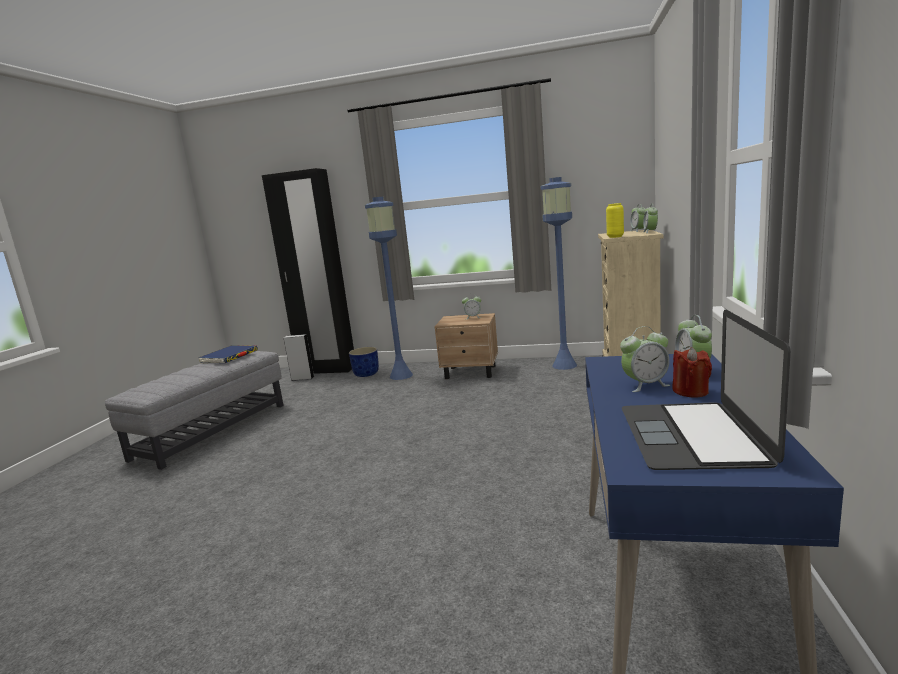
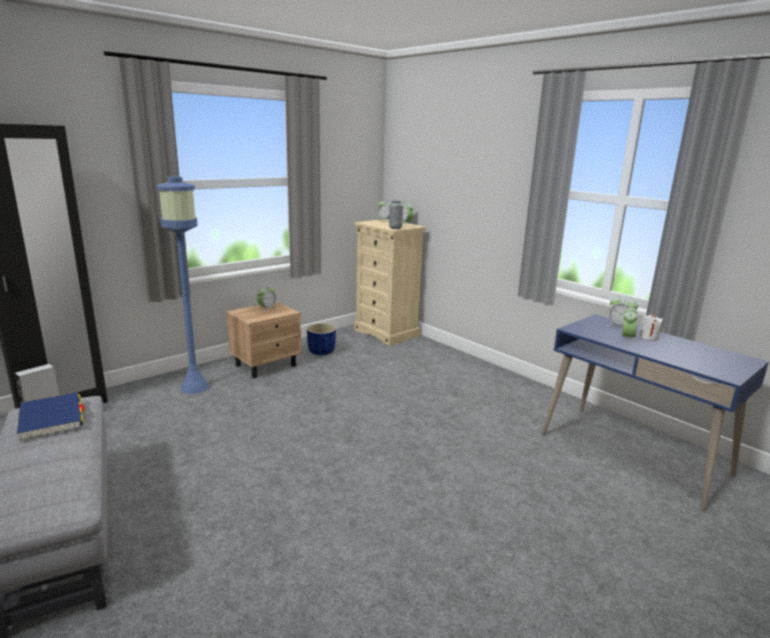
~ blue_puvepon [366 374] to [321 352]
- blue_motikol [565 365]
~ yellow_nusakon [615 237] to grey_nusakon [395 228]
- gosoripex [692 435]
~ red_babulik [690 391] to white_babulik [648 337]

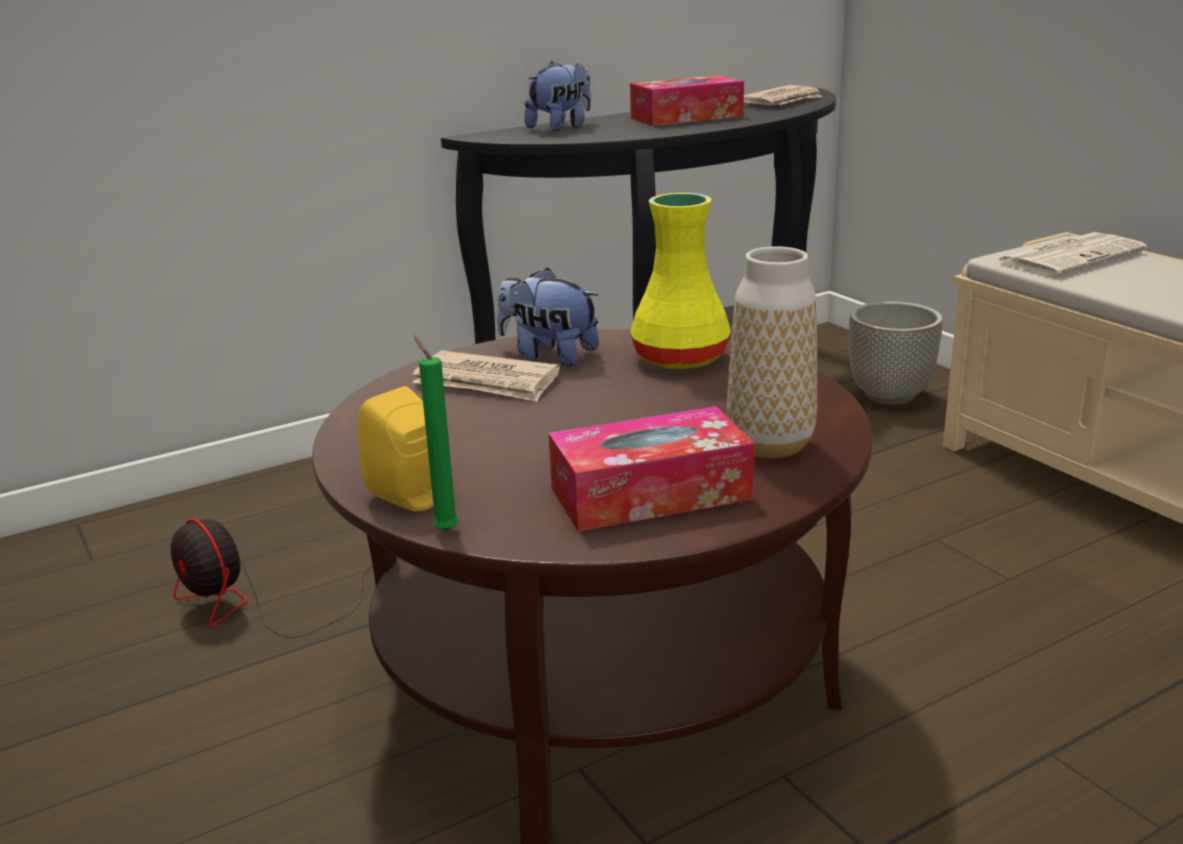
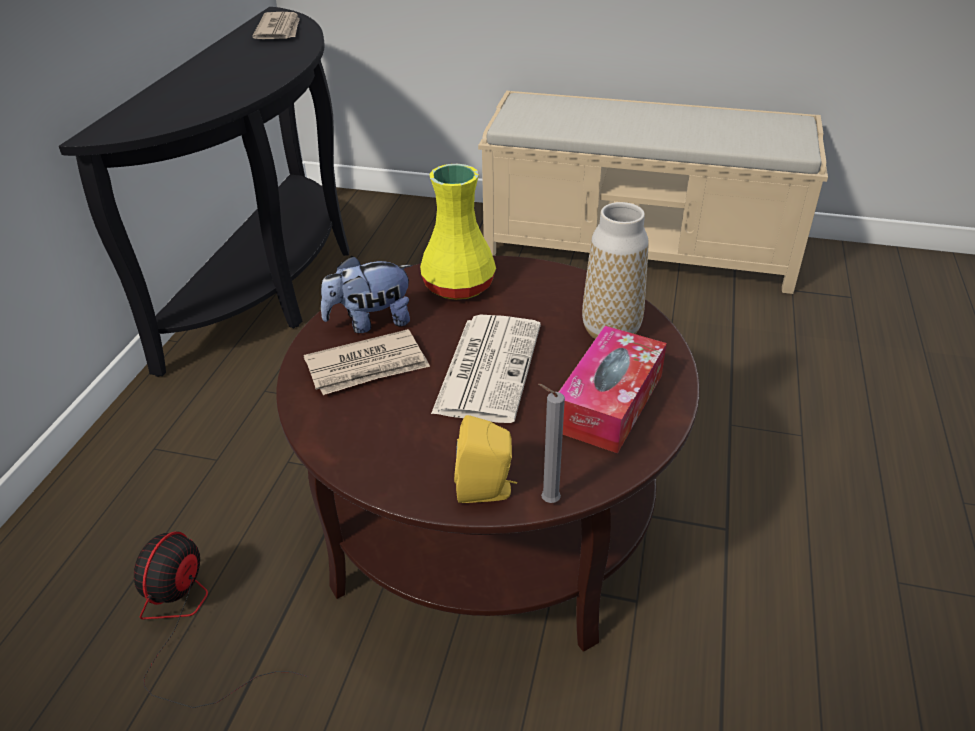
~ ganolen [257 605] = [189 626] 105 degrees clockwise
~ green_babulik [444 530] to grey_babulik [547 501]
- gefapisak [561 127]
- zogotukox [686 117]
- puvepon [890 396]
~ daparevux [1070 256] to [488 367]

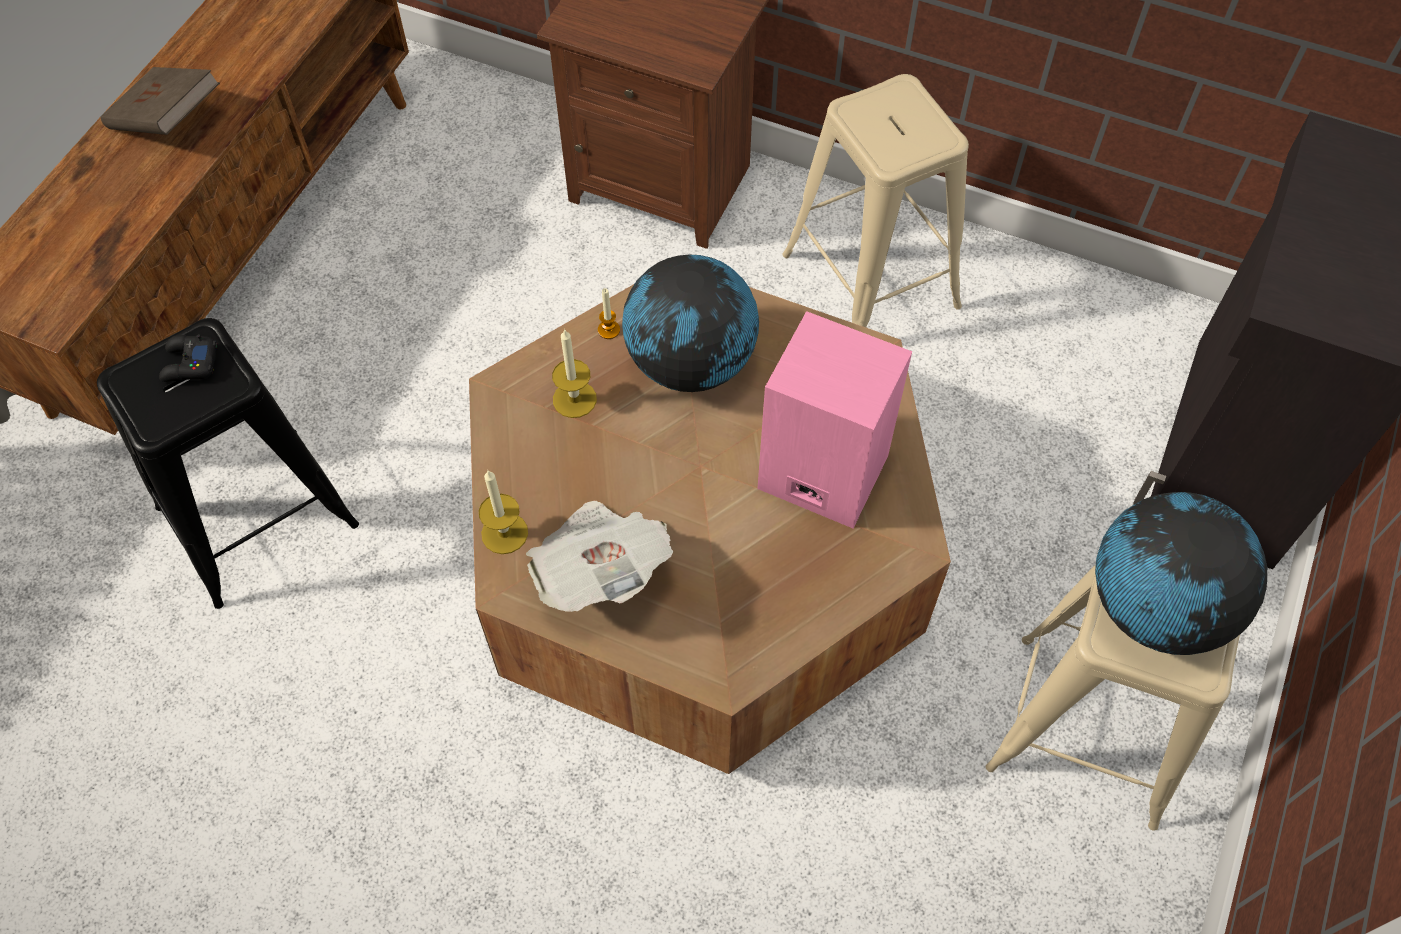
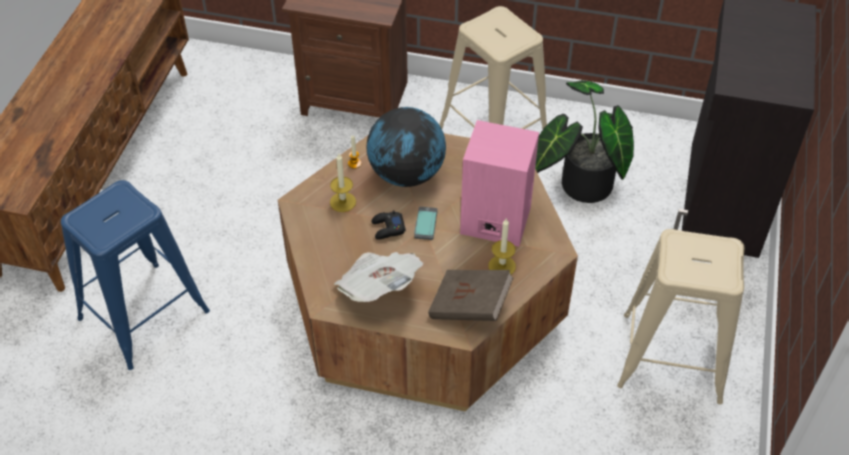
~ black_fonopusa [257 516] to blue_fonopusa [143 315]
~ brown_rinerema [168 121] to [470 307]
~ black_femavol [189 364] to [388 228]
~ babulik [504 533] to [502 266]
- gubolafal [1155 606]
+ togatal [425 224]
+ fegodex [580 184]

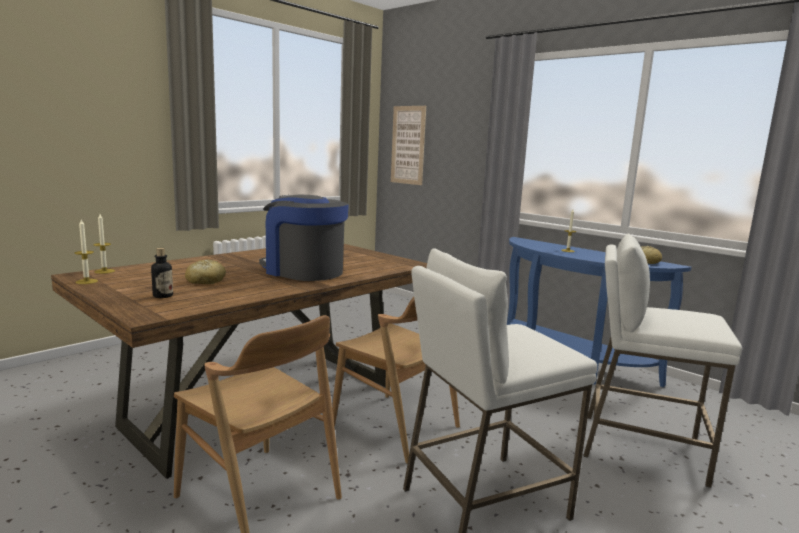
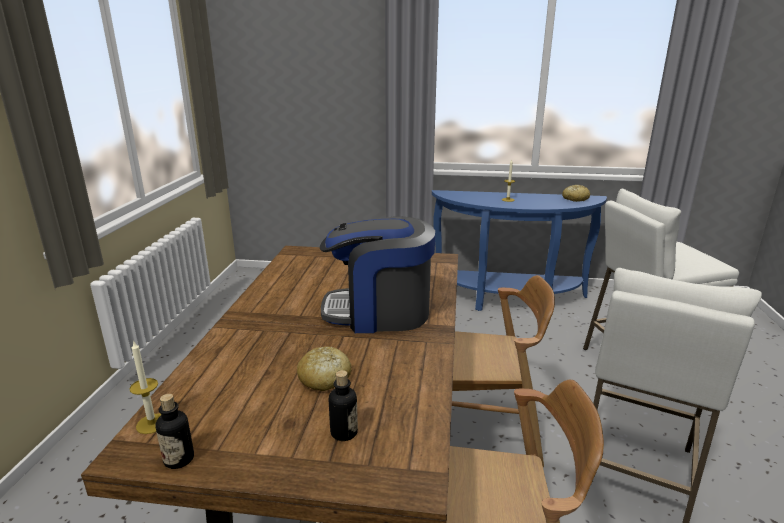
~ babulik [86 281] to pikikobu [179 459]
- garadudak [408 145]

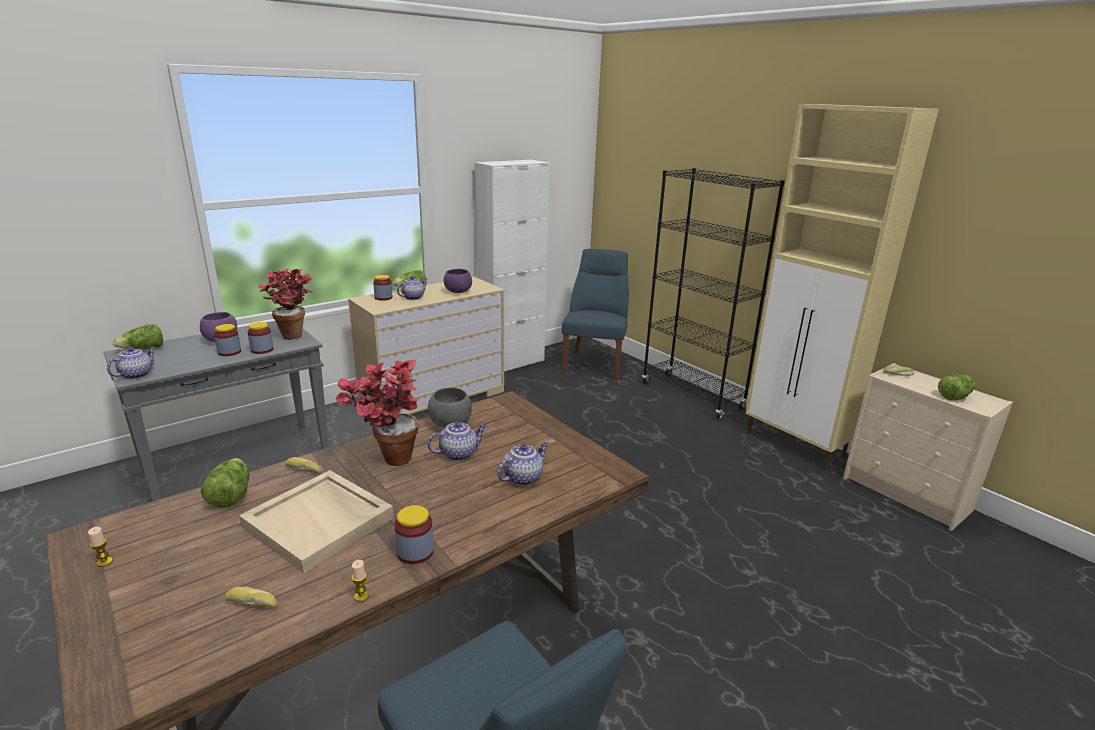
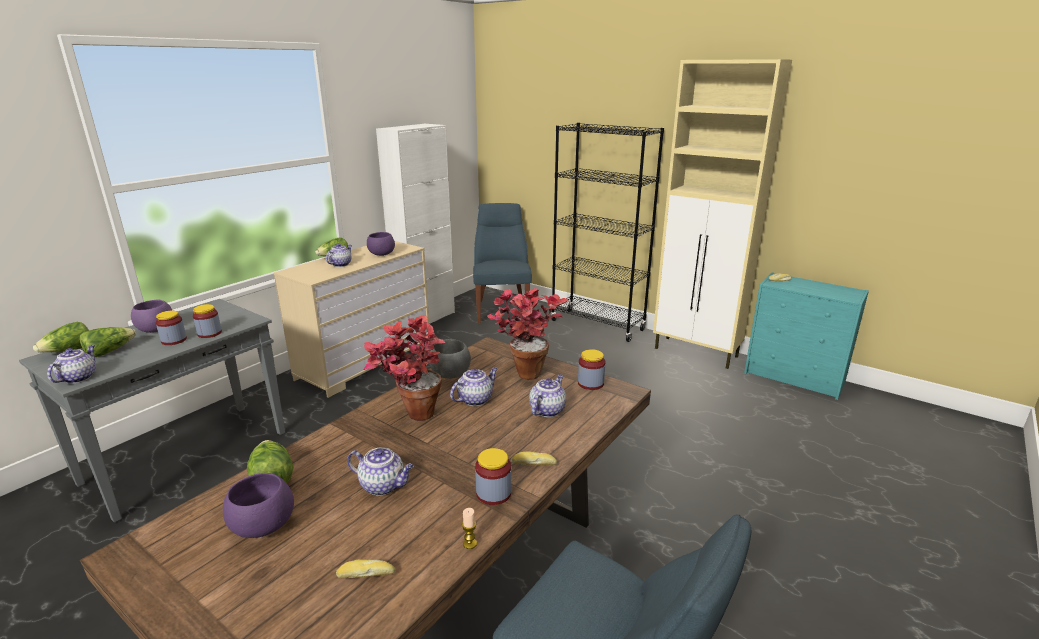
- babulik [104 562]
~ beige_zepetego [320 522] to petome [383 485]
~ fegodex [293 334] to [524 370]
~ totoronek [304 469] to [534 463]
~ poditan [383 298] to [590 383]
~ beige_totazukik [907 495] to turquoise_totazukik [795 378]
~ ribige [954 396] to [110 351]
+ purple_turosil [263 526]

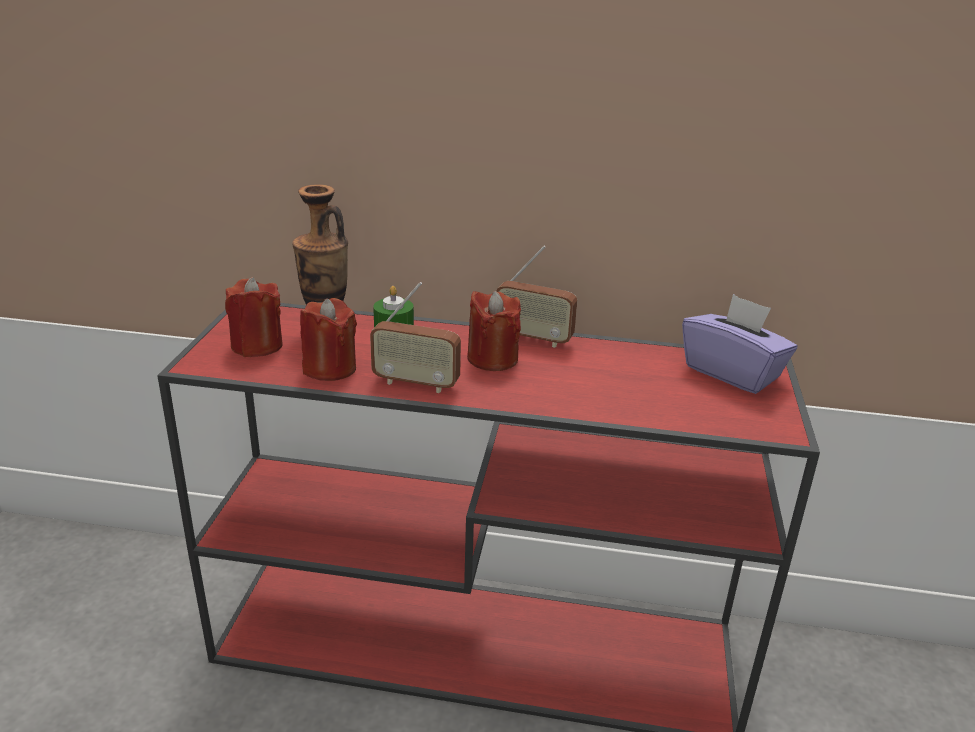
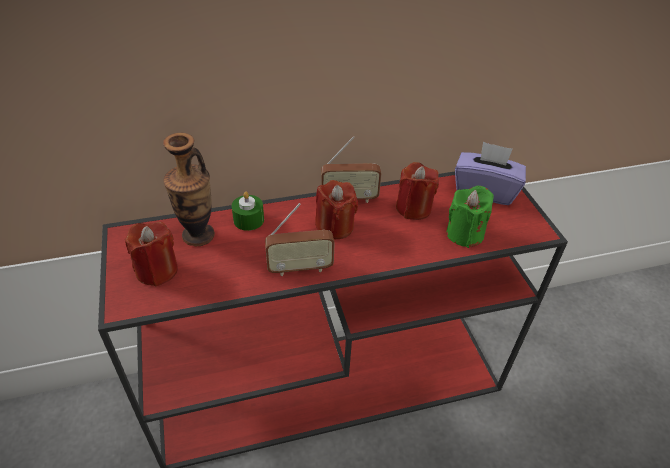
~ red_babulik [330 368] to [413 208]
+ green_babulik [464 234]

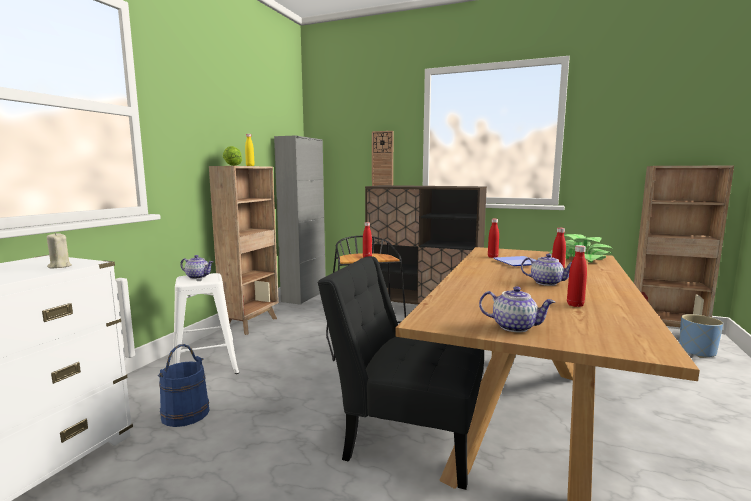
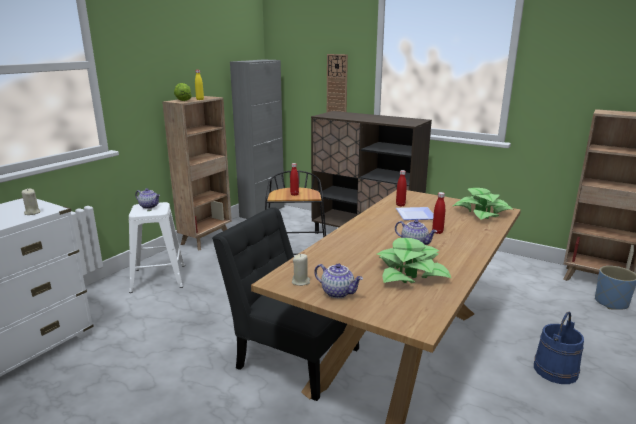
~ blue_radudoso [185 414] to [555 370]
~ red_pikikobu [575 305] to fegodex [411 273]
+ beige_babulik [301 282]

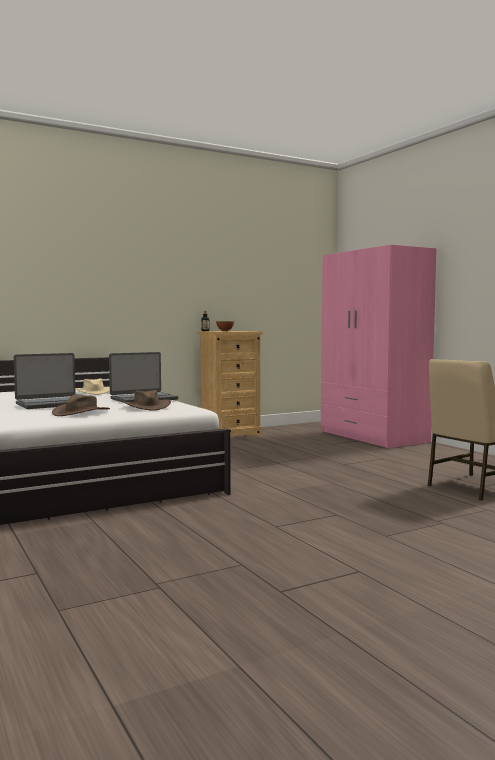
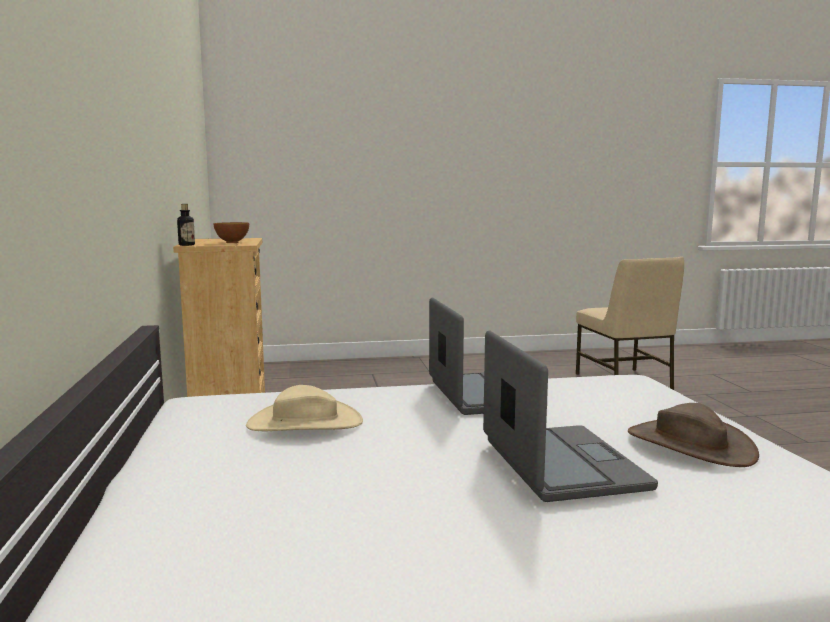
- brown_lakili [147 407]
- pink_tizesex [372 437]

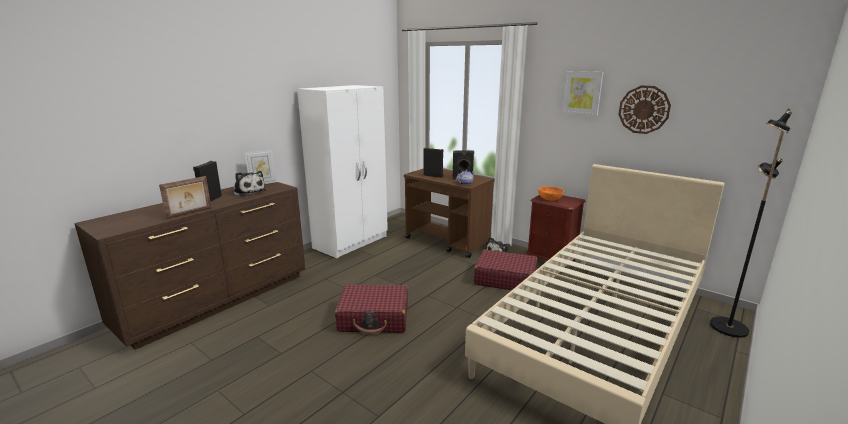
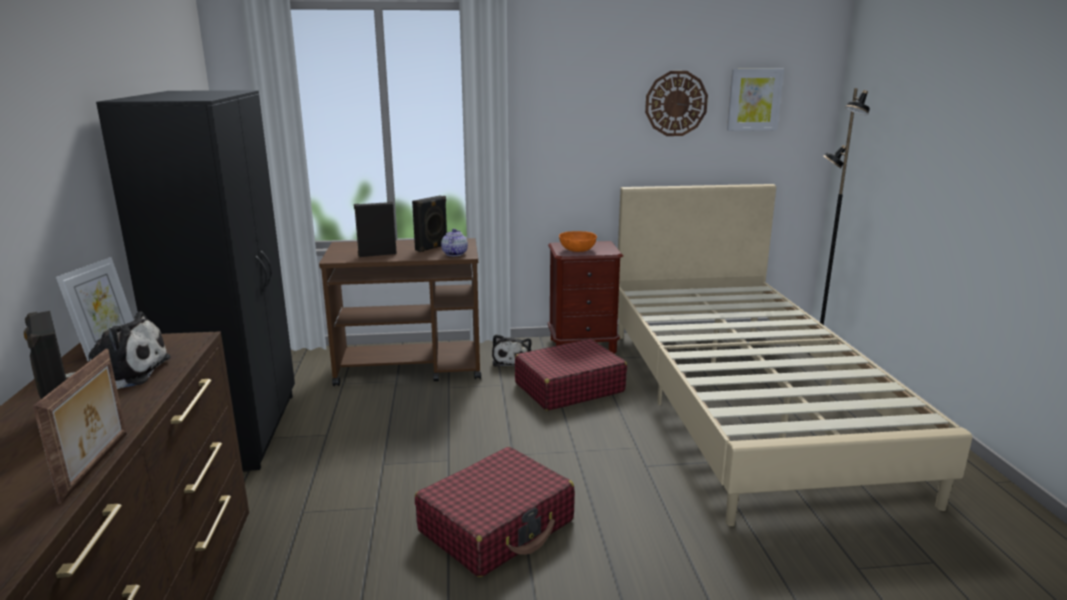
~ white_tizesex [352 242] to black_tizesex [241 431]
~ garadudak [582 93] to [754 99]

